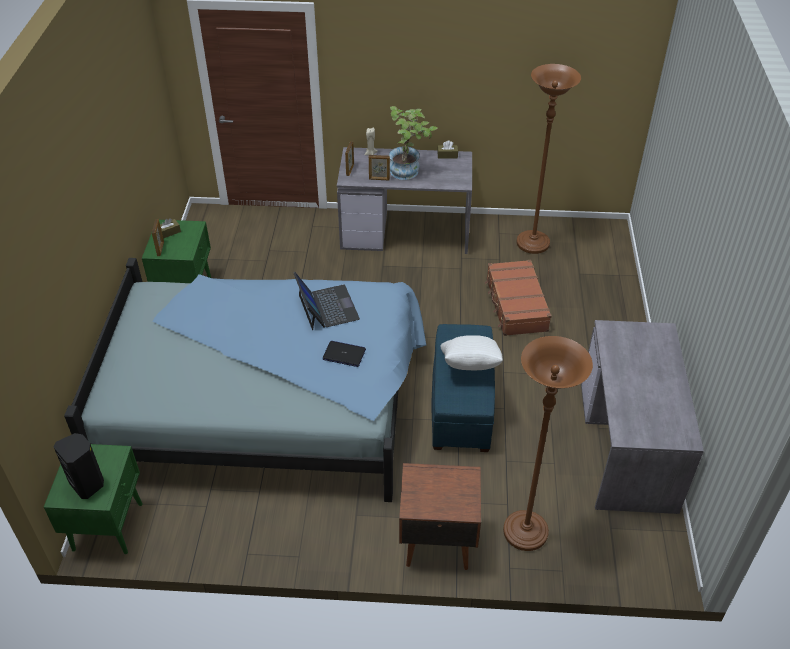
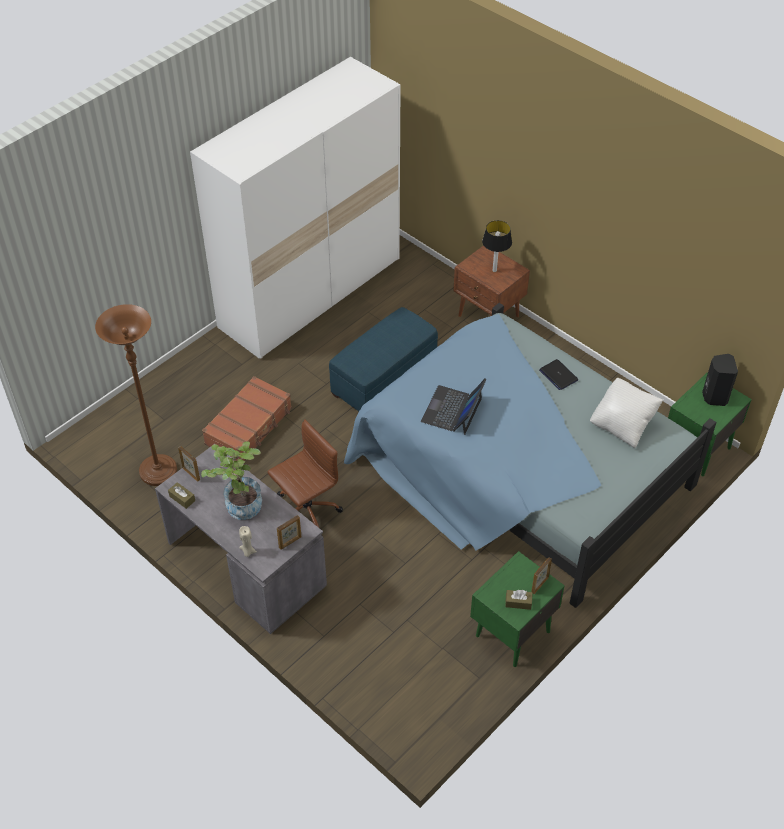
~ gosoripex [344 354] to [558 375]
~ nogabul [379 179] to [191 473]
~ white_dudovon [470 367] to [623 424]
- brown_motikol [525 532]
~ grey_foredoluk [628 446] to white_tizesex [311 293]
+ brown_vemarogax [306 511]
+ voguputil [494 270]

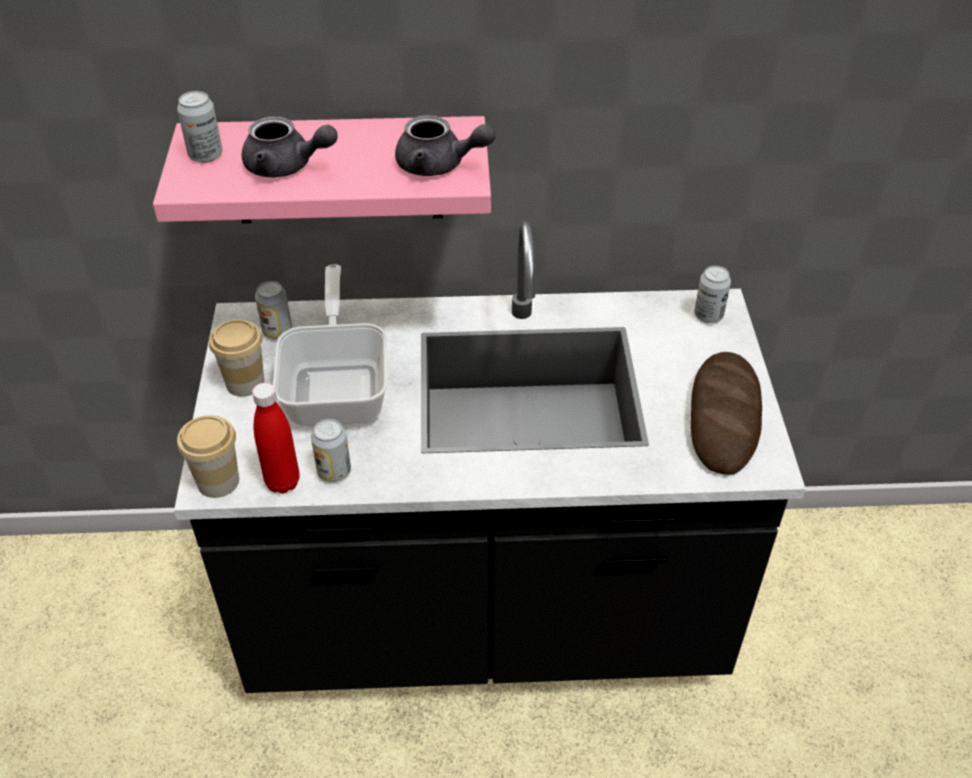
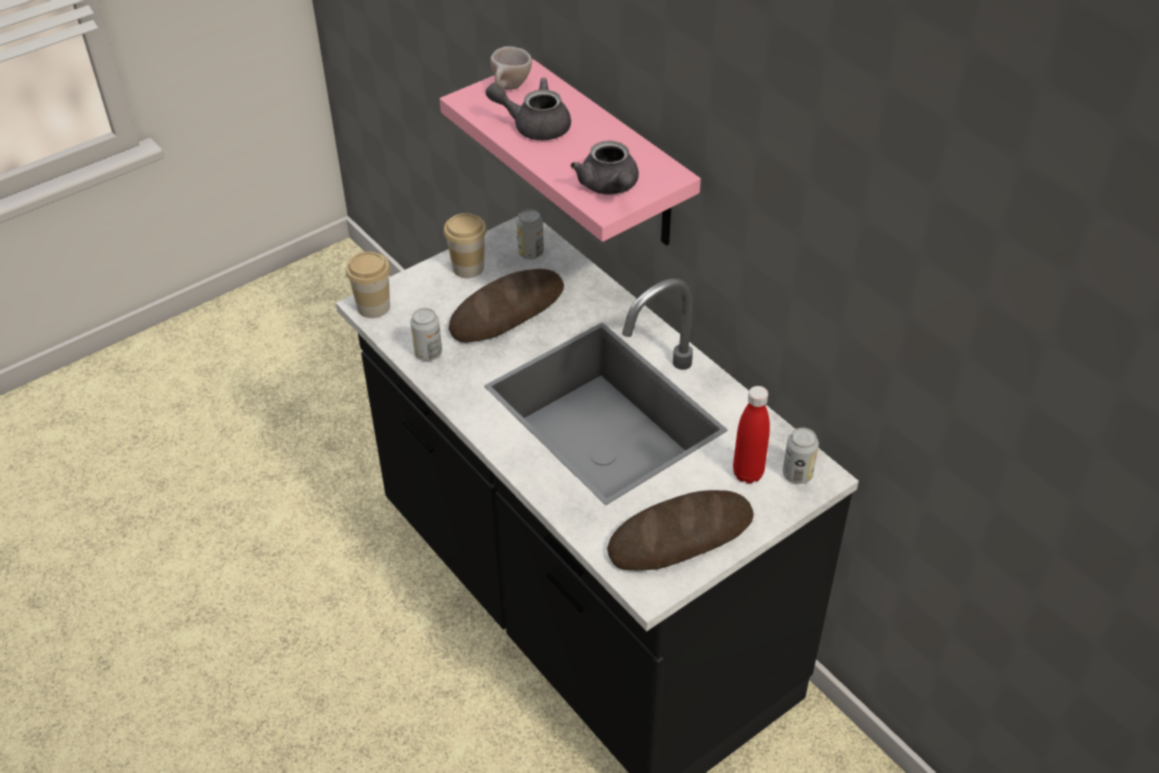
~ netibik [205 155] to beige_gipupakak [510 88]
~ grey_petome [287 167] = [534 126] 120 degrees clockwise
~ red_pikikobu [283 482] to [748 474]
~ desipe [338 386] to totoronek [507 311]

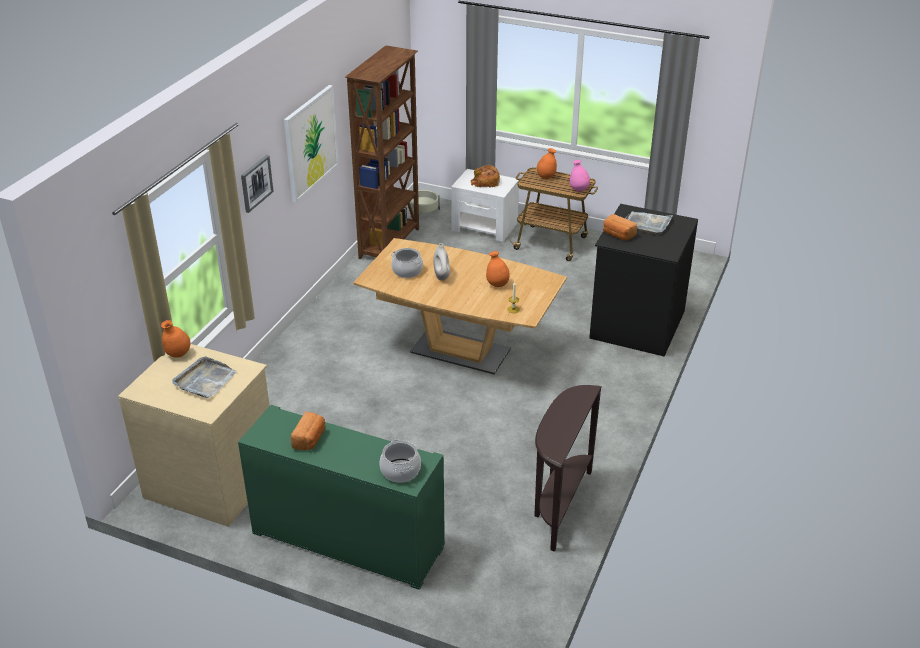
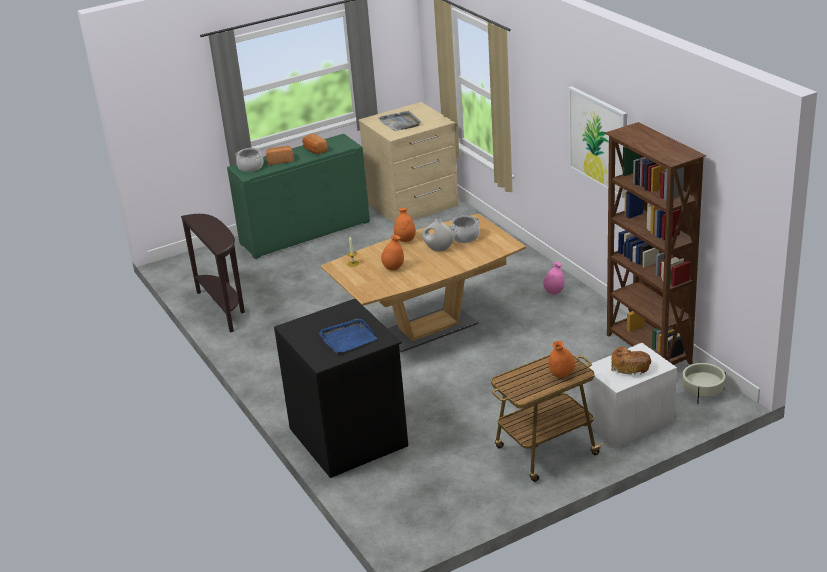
~ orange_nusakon [178 354] to [405 240]
- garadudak [256 183]
~ pink_nusakon [579 190] to [554 292]
~ totoronek [618 235] to [280 160]
~ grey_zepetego [646 224] to blue_zepetego [347 338]

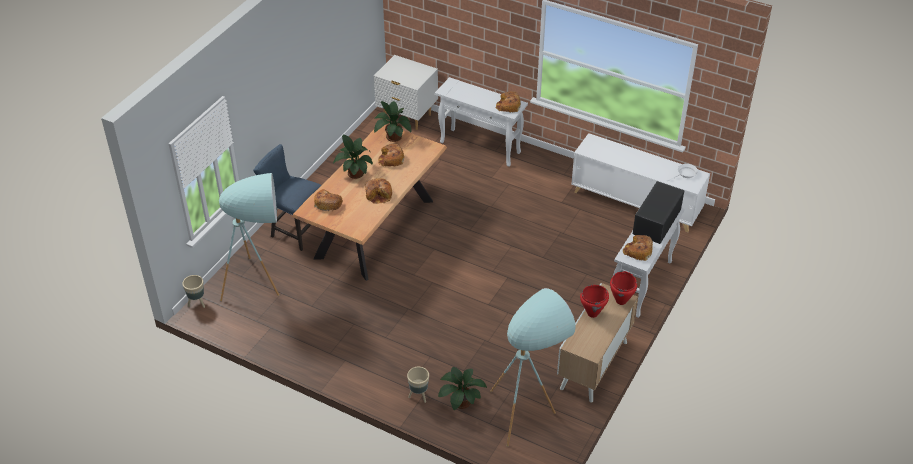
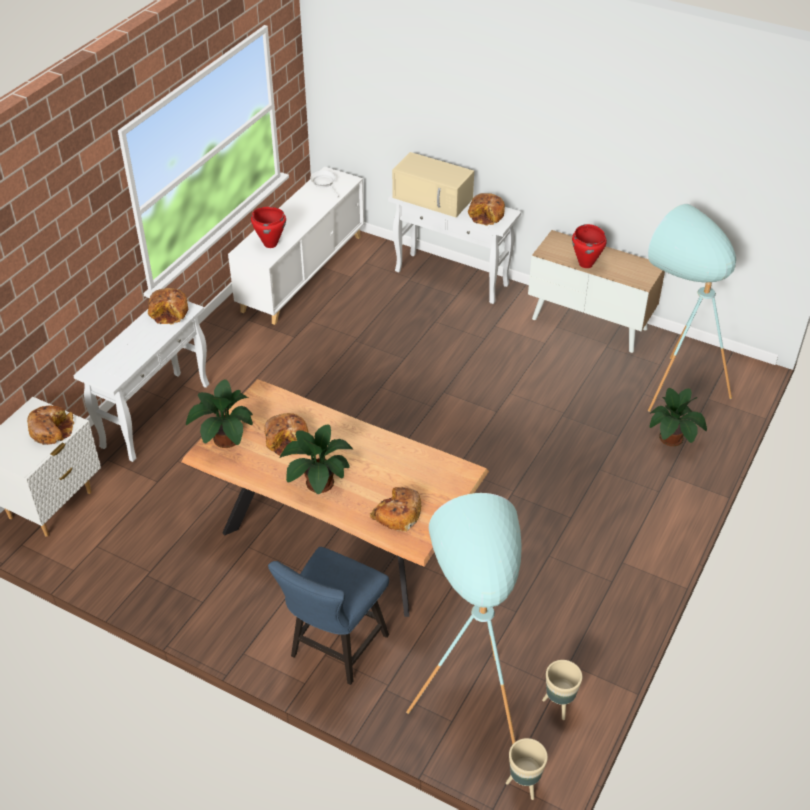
~ totoronek [379 194] to [51 430]
~ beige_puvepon [419 396] to [559 704]
~ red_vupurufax [621 300] to [270 244]
~ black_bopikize [656 222] to beige_bopikize [434 198]

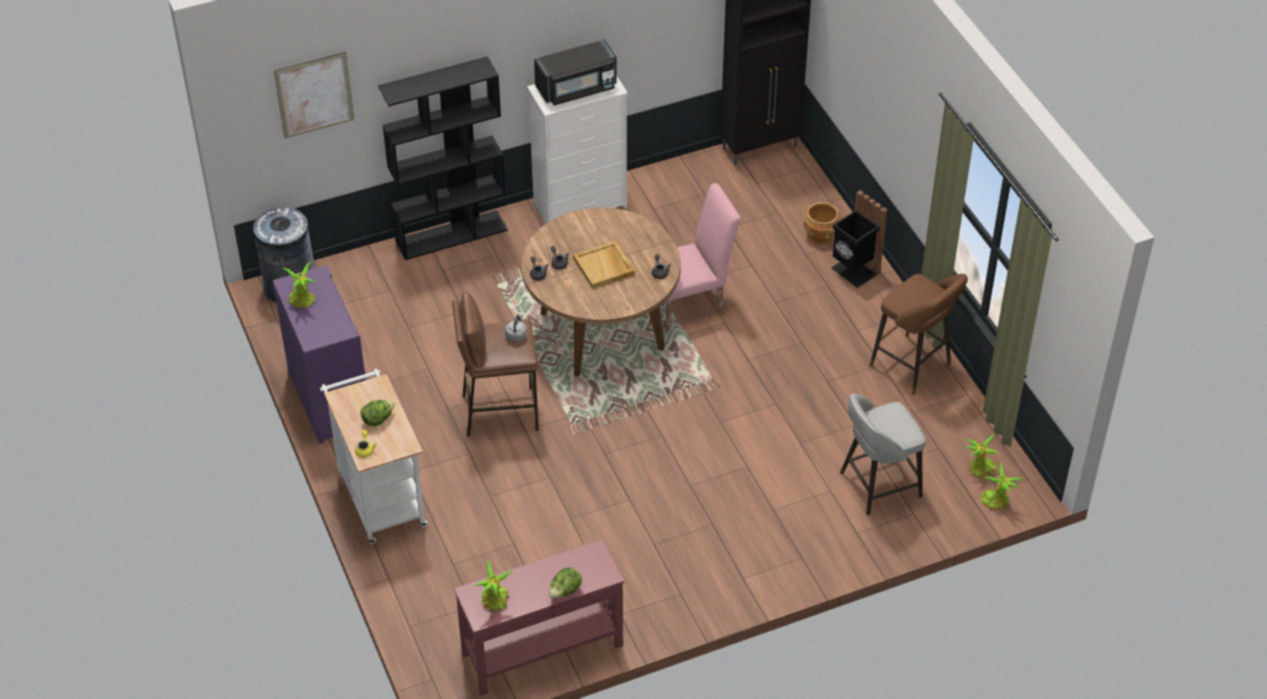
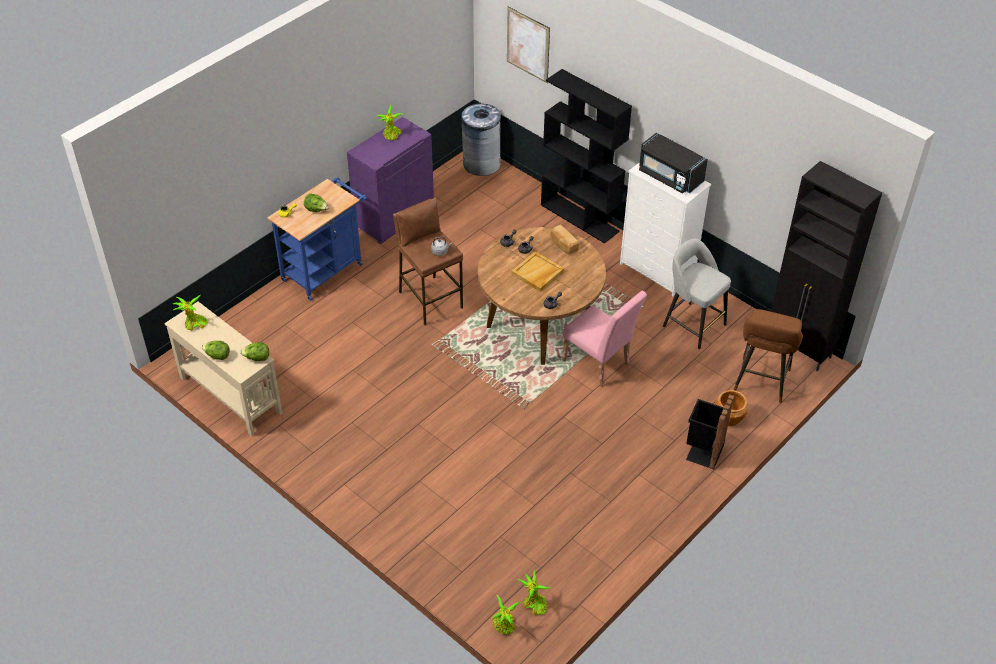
~ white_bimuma [379 494] to blue_bimuma [326 269]
~ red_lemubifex [541 650] to beige_lemubifex [230 394]
~ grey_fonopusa [878 485] to [692 324]
~ brown_fonopusa [914 367] to [761 382]
+ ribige [257 358]
+ totoronek [563 245]

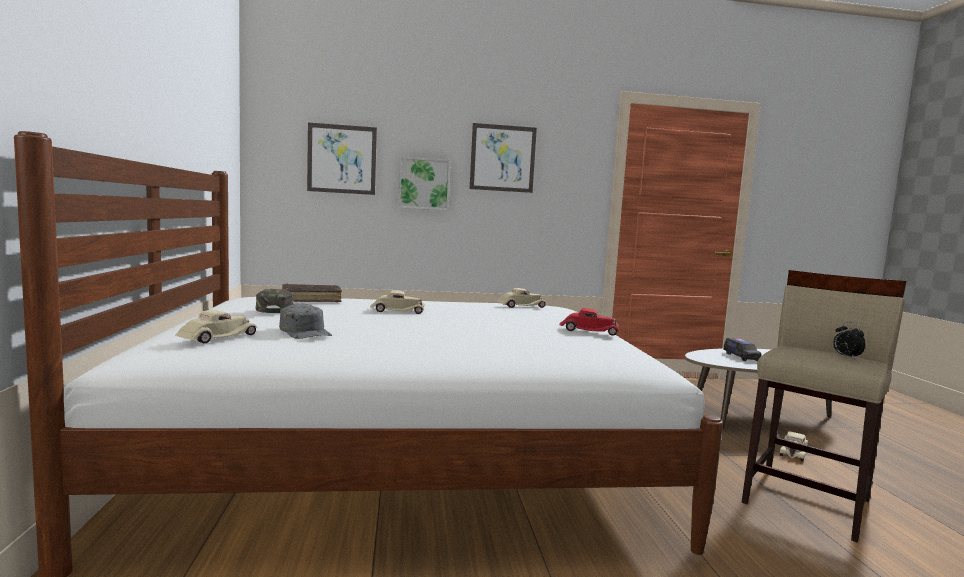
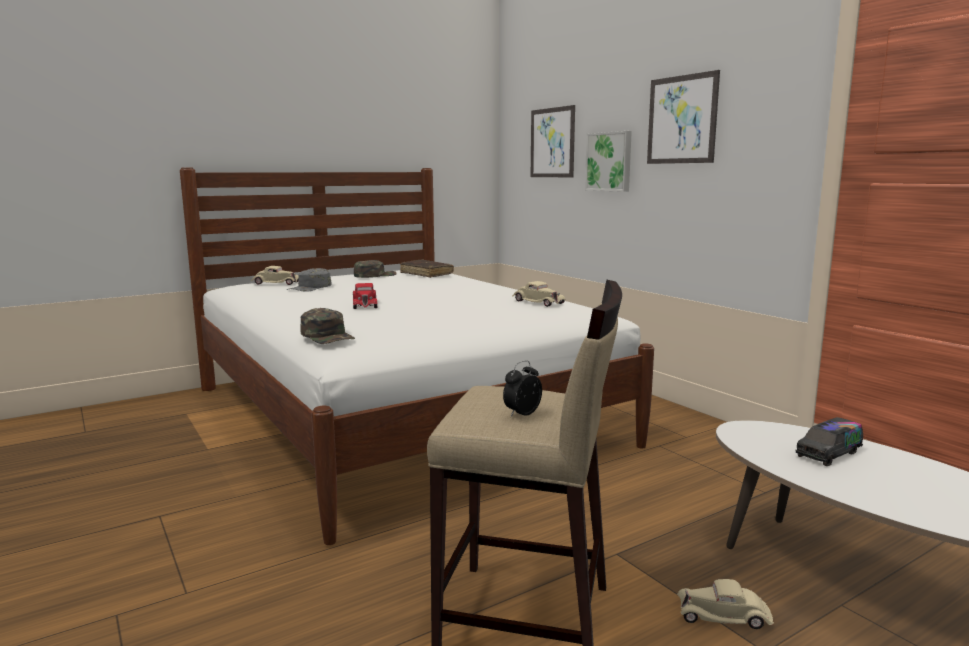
- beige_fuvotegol [397 311]
~ red_fuvotegol [588 330] to [365 304]
+ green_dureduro [328 336]

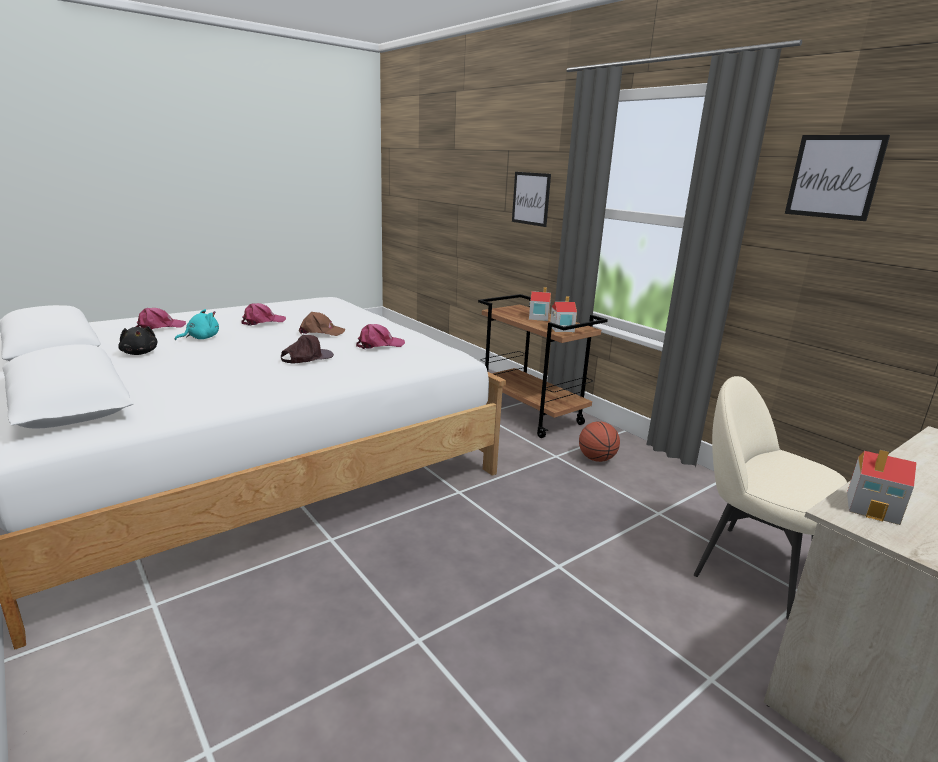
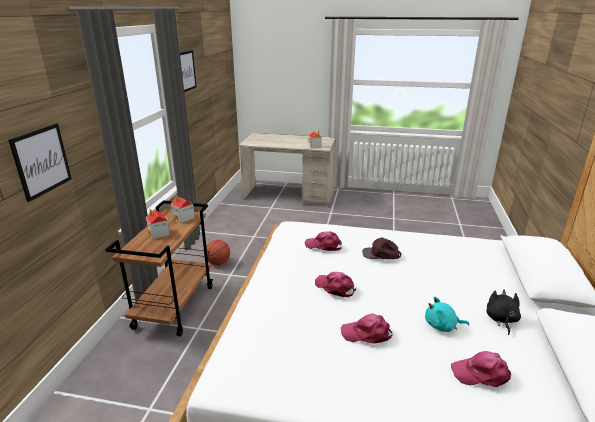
~ brown_dureduro [321 332] to pink_dureduro [335 287]
- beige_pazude [751 567]

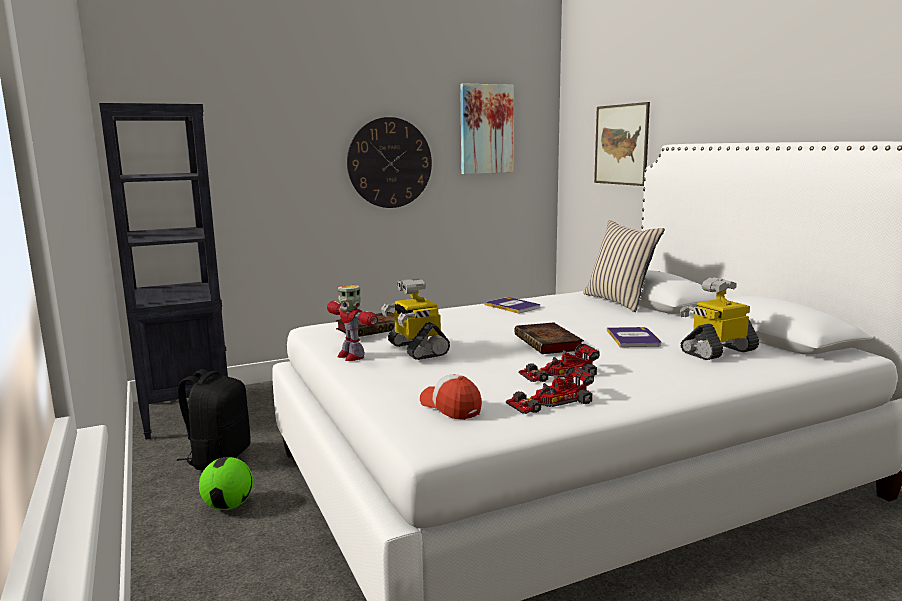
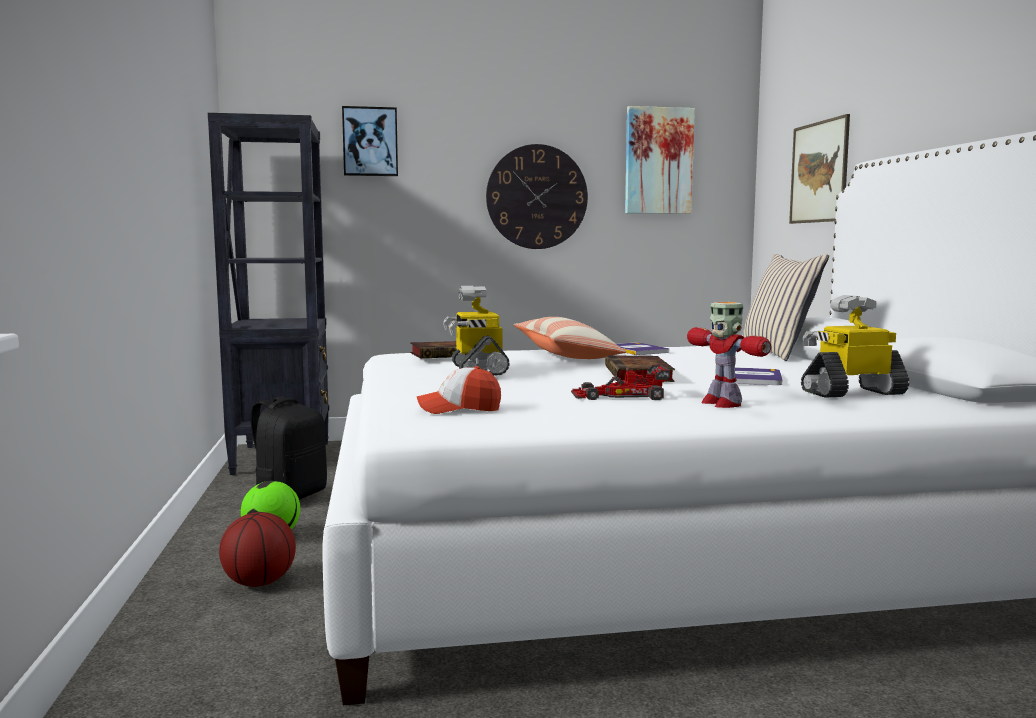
~ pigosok [351 356] to [721 403]
~ dureduro [450 407] = [459 409] 75 degrees counterclockwise
- fuvotegol [550 401]
+ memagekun [260 583]
+ garadudak [370 141]
+ dudovon [565 355]

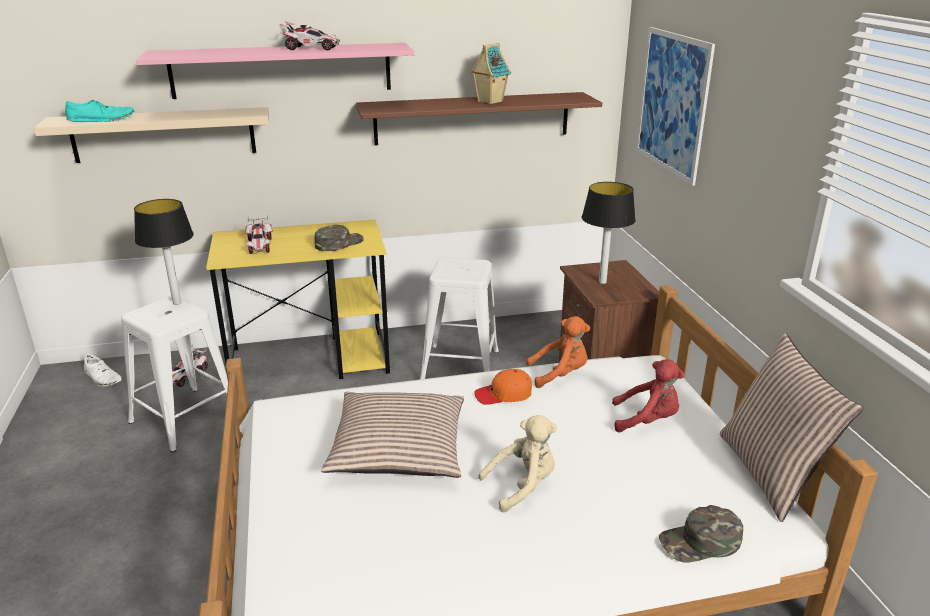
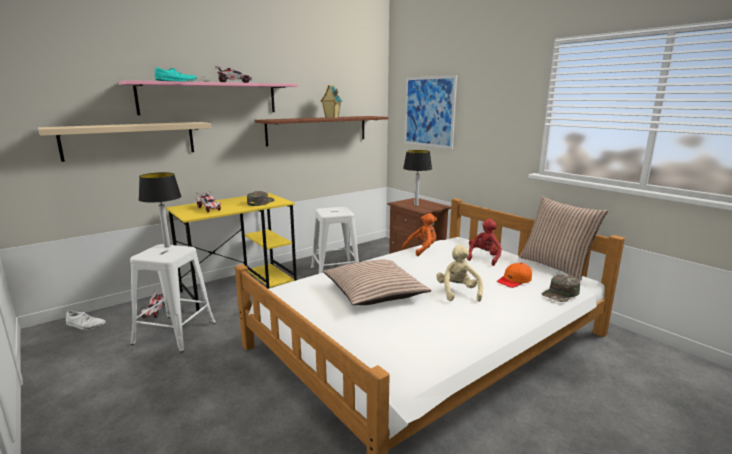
~ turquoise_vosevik [102 120] to [177 81]
~ orange_dureduro [503 394] to [514 281]
~ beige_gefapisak [522 486] = [458 292] 45 degrees counterclockwise
~ red_gefapisak [647 420] = [484 258] 45 degrees counterclockwise

